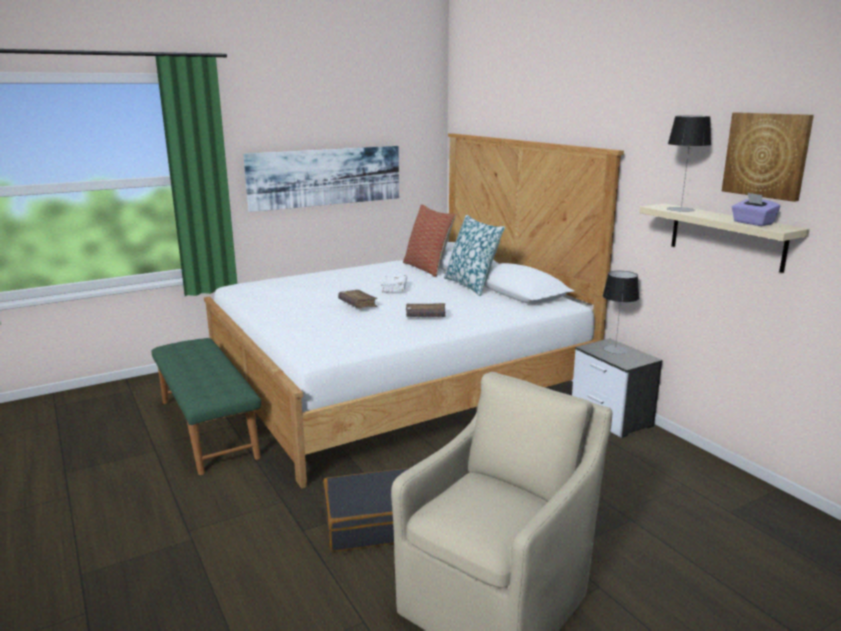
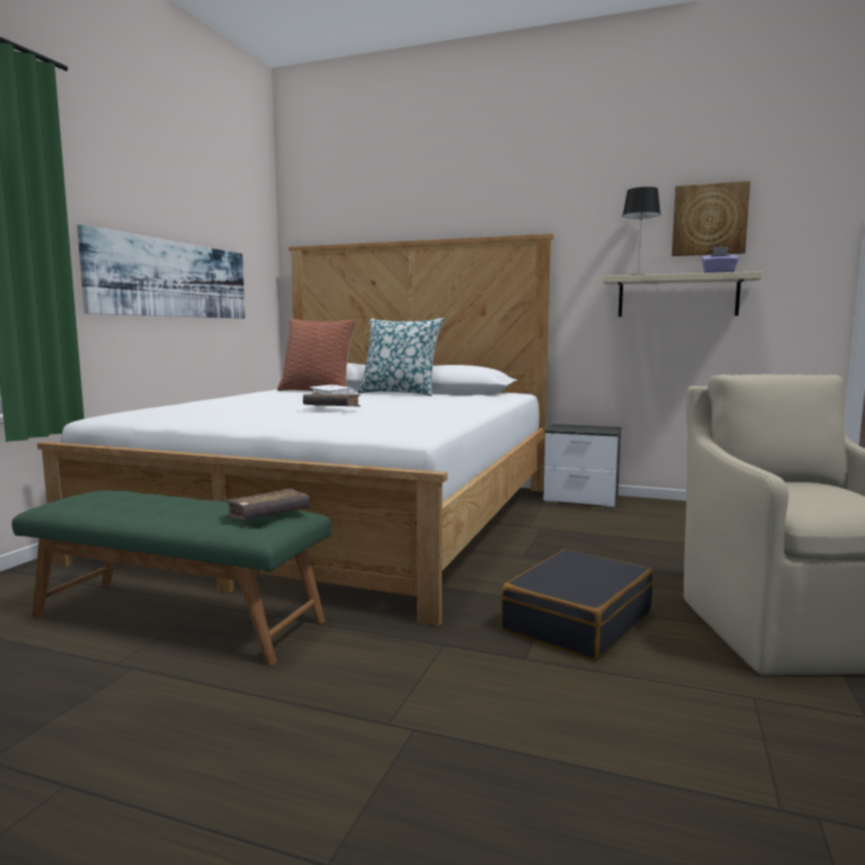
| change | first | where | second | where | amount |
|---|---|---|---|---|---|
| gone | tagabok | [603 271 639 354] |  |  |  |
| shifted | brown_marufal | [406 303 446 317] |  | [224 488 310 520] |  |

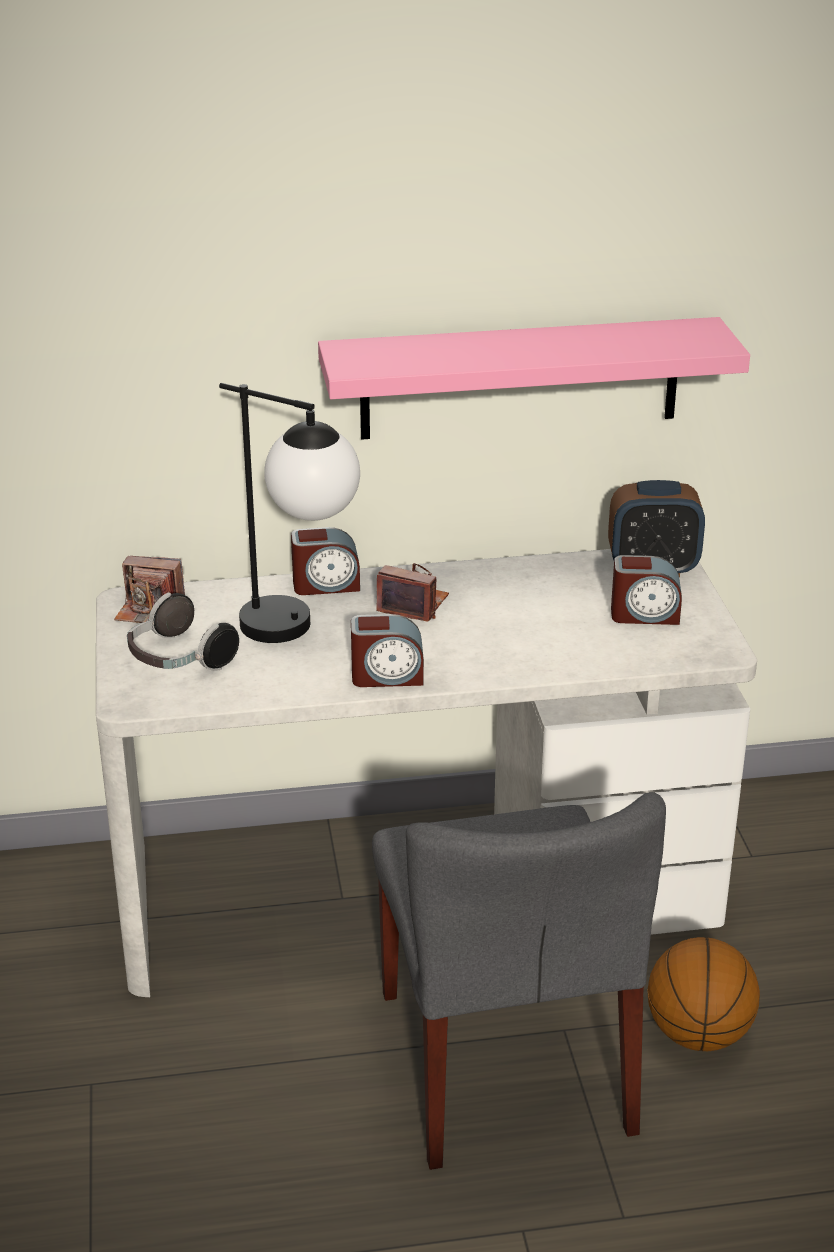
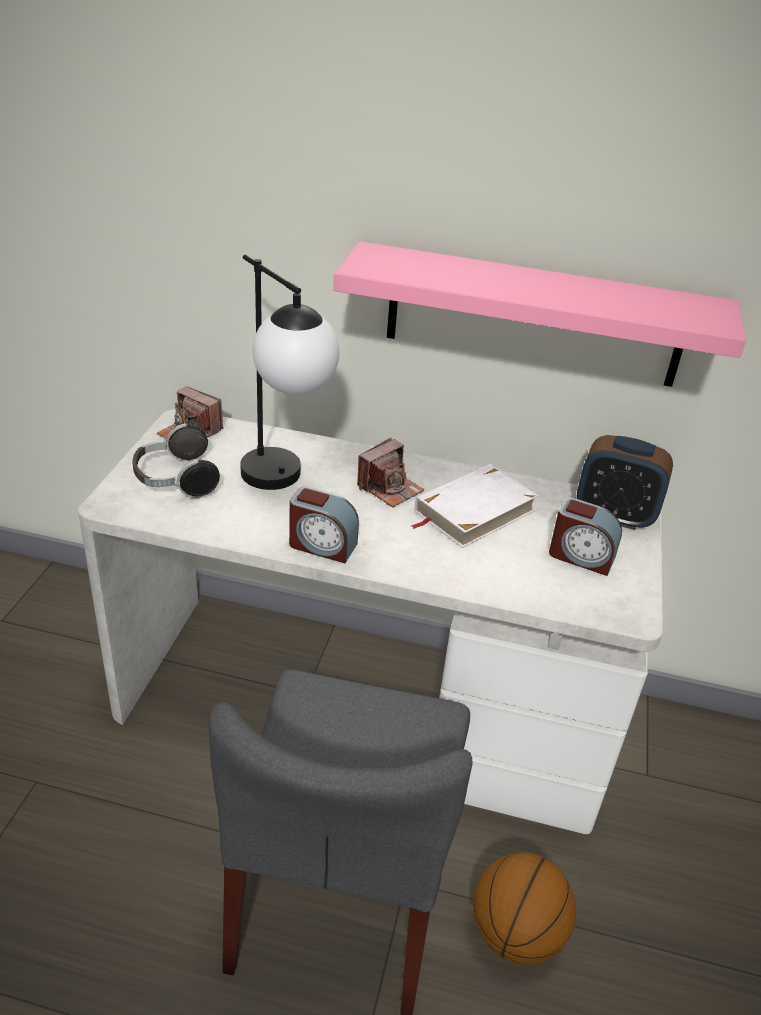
| change | first | where | second | where | amount |
|---|---|---|---|---|---|
| gone | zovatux | [291 527 360 595] |  |  |  |
| new |  |  | white_marufal | [412 464 538 548] |  |
| rotated | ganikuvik | [376 563 449 622] |  | [357 438 424 507] | 90 degrees clockwise |

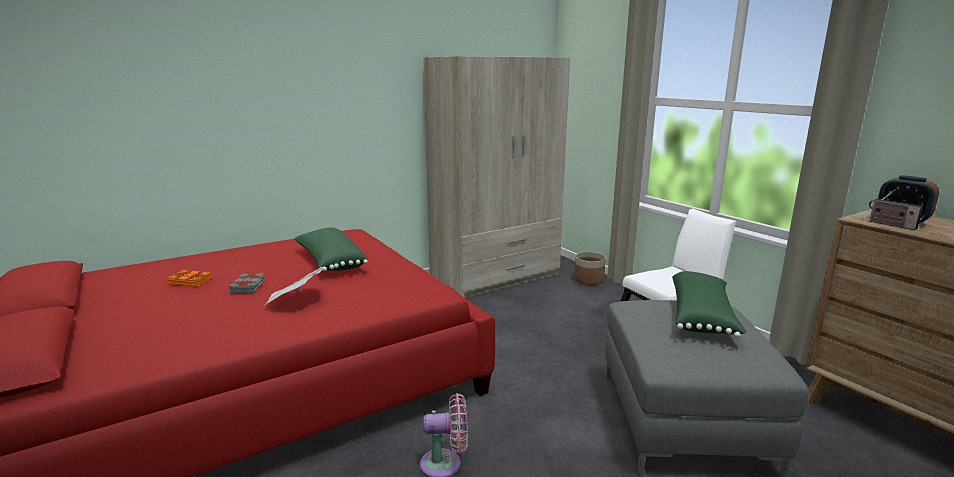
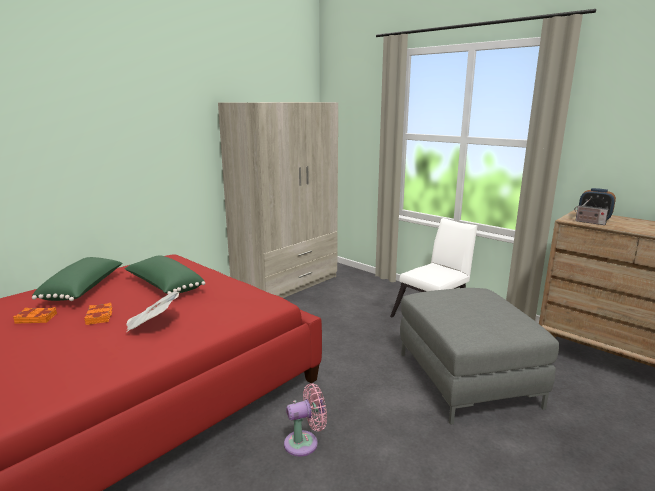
| change | first | where | second | where | amount |
|---|---|---|---|---|---|
| gone | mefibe | [574 252 606 285] |  |  |  |
| shifted | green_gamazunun | [672 271 746 338] |  | [32 257 123 301] |  |
| repainted | grey_marufal | [230 273 265 293] | orange_marufal | [85 303 112 325] |  |

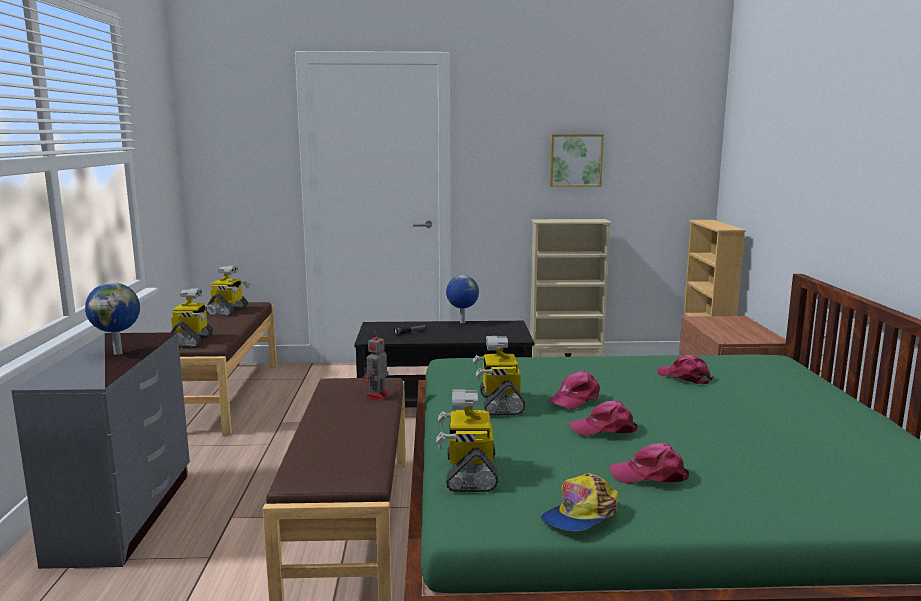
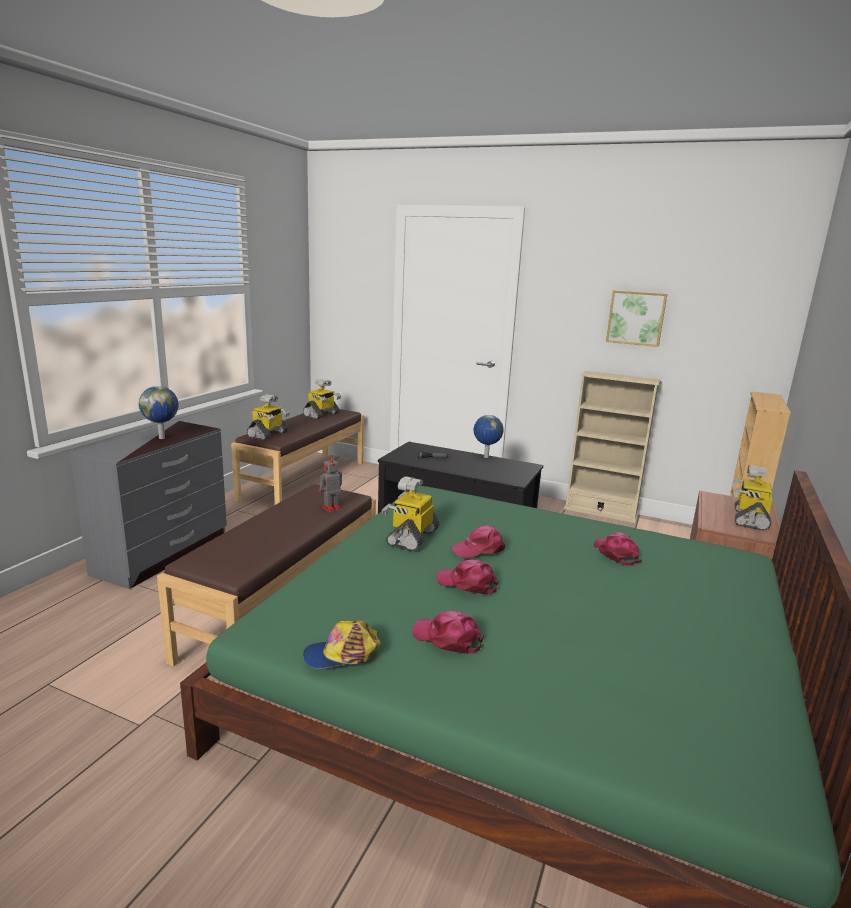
| change | first | where | second | where | amount |
|---|---|---|---|---|---|
| shifted | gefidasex | [436 389 498 492] |  | [733 465 772 531] |  |

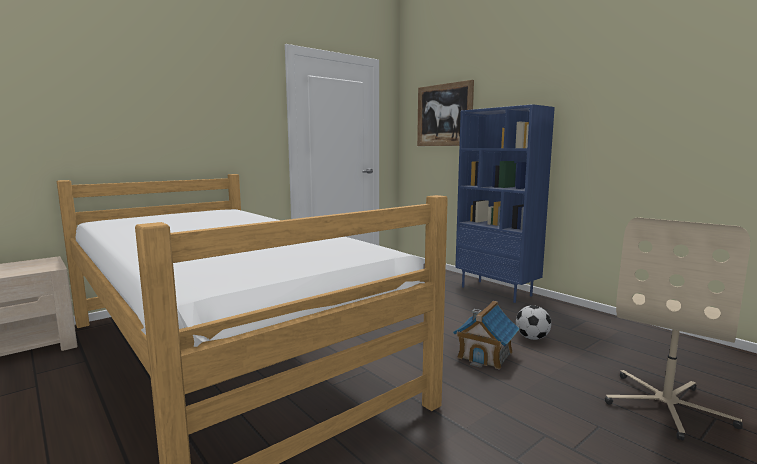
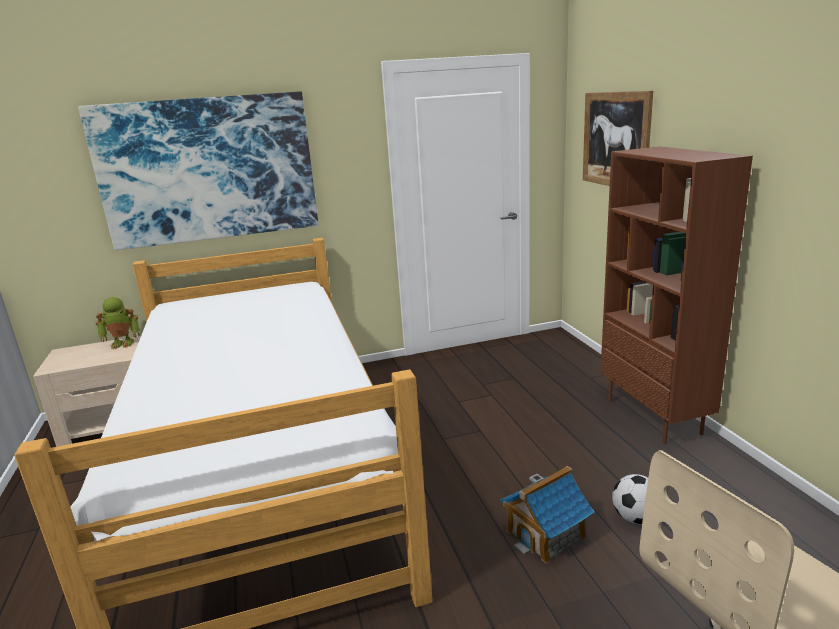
| change | first | where | second | where | amount |
|---|---|---|---|---|---|
| new |  |  | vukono | [78 91 319 250] |  |
| new |  |  | gefidasex | [95 297 140 350] |  |
| repainted | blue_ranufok | [455 104 555 303] | brown_ranufok | [601 147 753 444] |  |

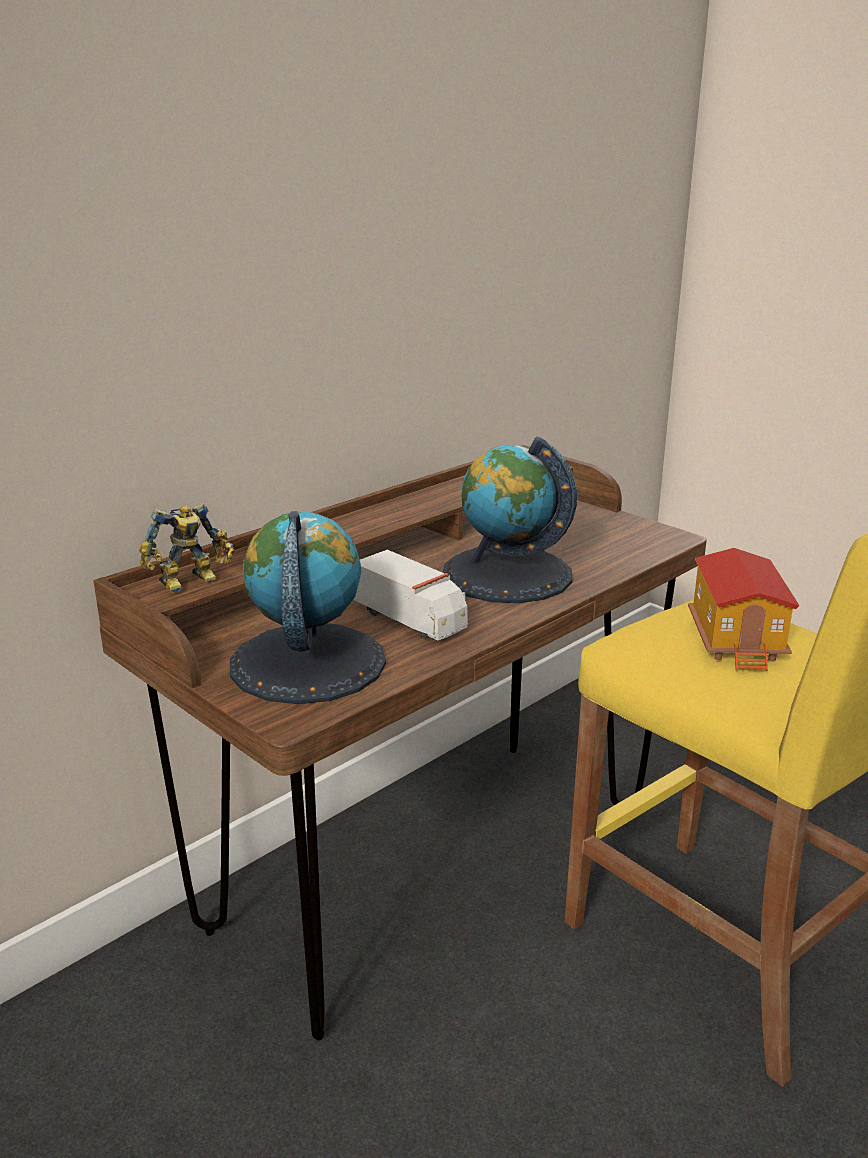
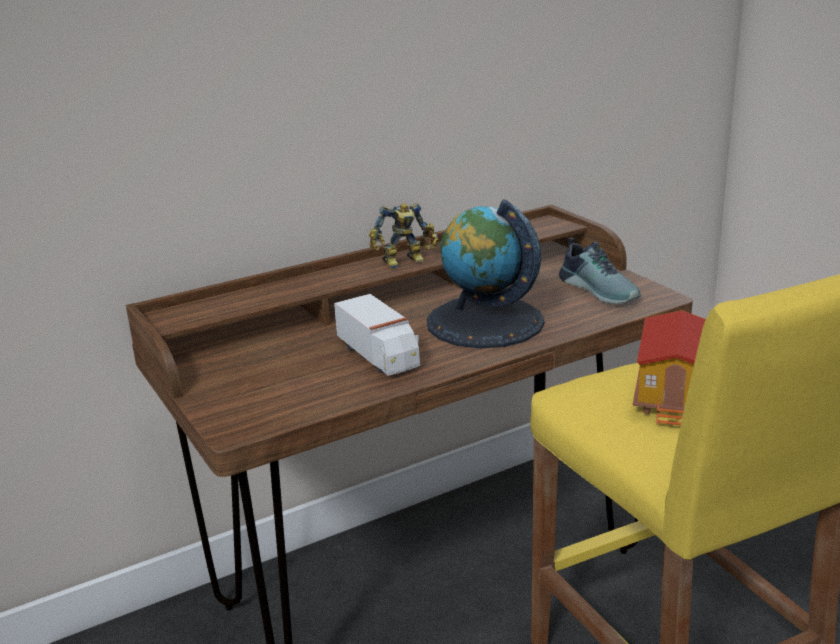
| change | first | where | second | where | amount |
|---|---|---|---|---|---|
| gone | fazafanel | [230 511 386 704] |  |  |  |
| new |  |  | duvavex | [559 237 641 304] |  |
| shifted | gefidasex | [139 503 234 593] |  | [369 203 438 268] |  |

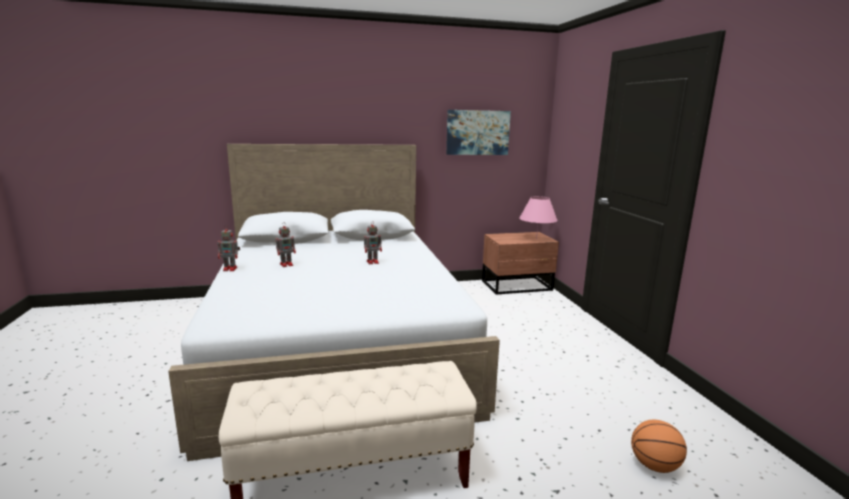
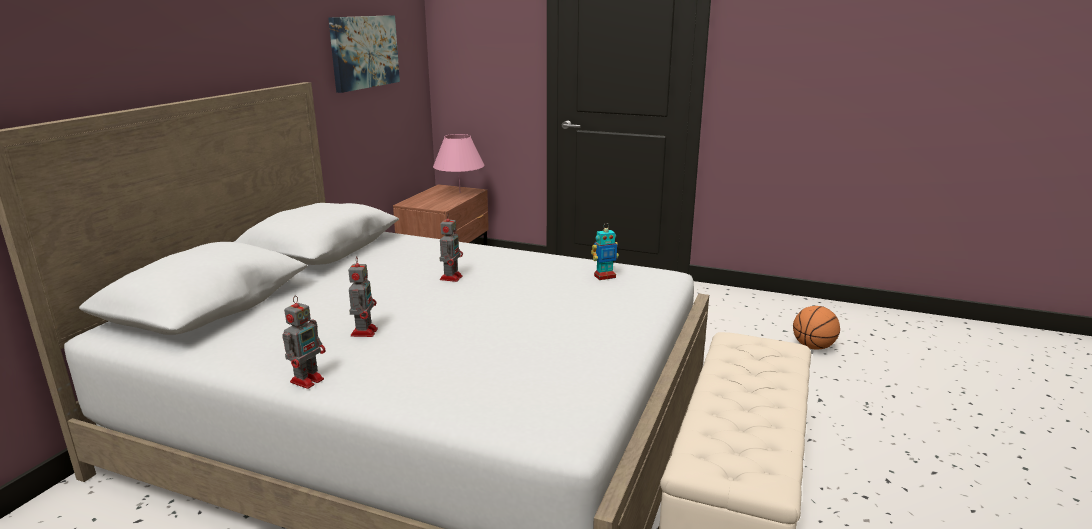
| change | first | where | second | where | amount |
|---|---|---|---|---|---|
| new |  |  | gefidasex | [591 226 619 280] |  |

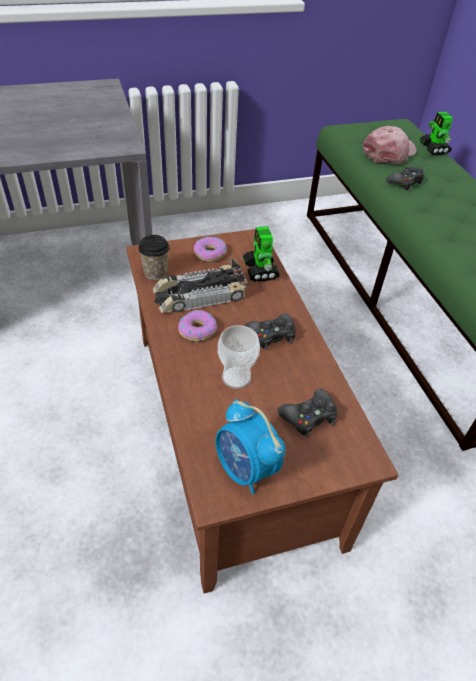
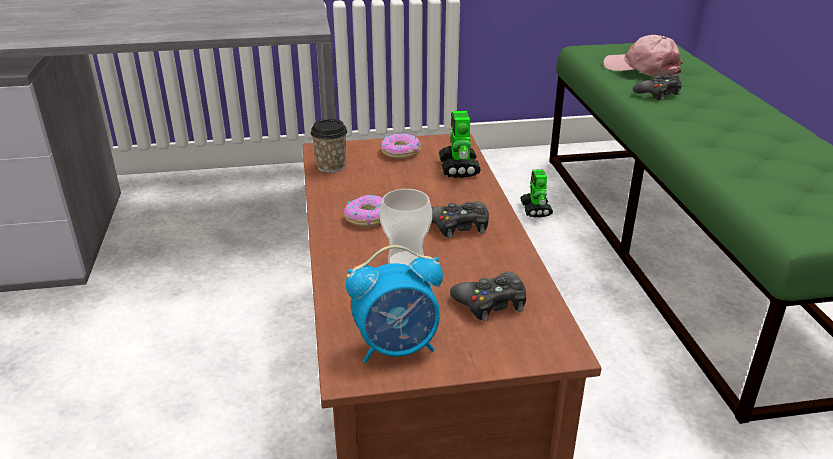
| change | first | where | second | where | amount |
|---|---|---|---|---|---|
| gone | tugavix | [153 258 248 313] |  |  |  |
| shifted | gefidasex | [420 111 453 155] |  | [520 169 553 218] |  |
| rotated | zovatux | [216 399 285 494] |  | [346 245 443 363] | 75 degrees counterclockwise |
| rotated | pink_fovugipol | [363 126 417 164] |  | [603 35 683 77] | 105 degrees counterclockwise |

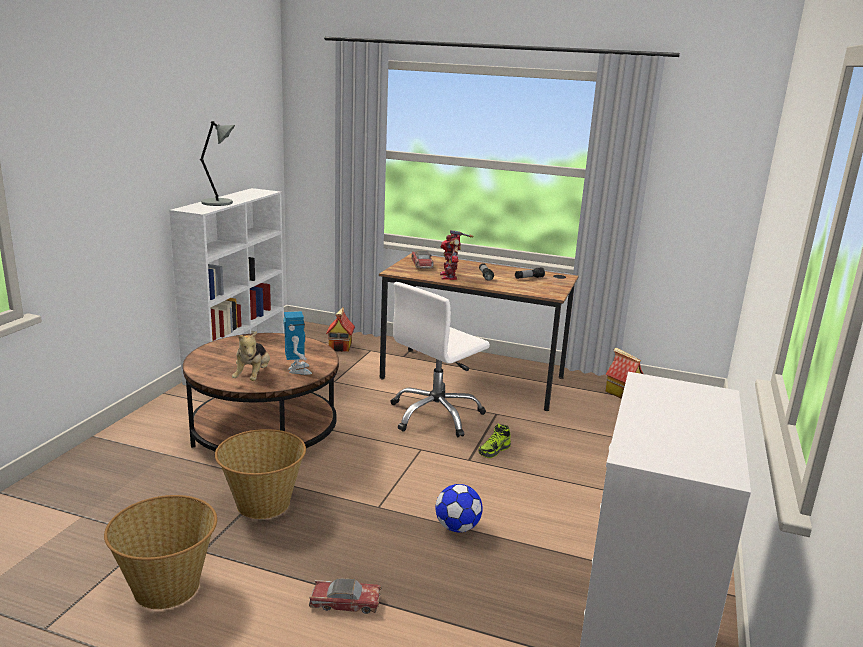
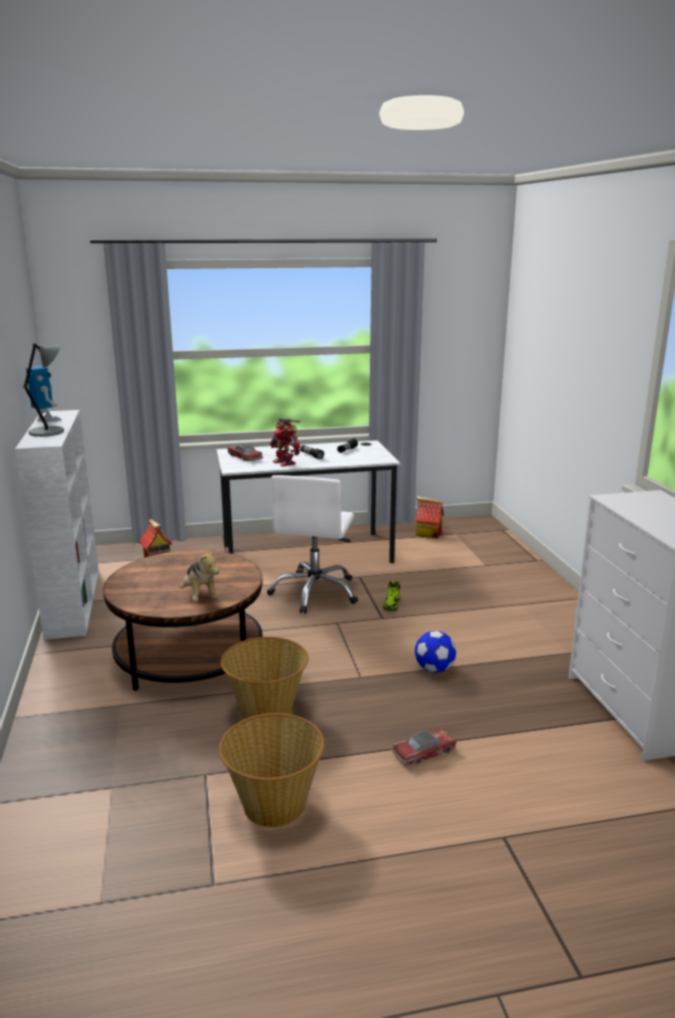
| change | first | where | second | where | amount |
|---|---|---|---|---|---|
| shifted | gefidasex | [283 311 312 375] |  | [26 366 61 422] |  |
| repainted | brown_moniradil | [379 253 578 411] | white_moniradil | [217 440 400 563] |  |

